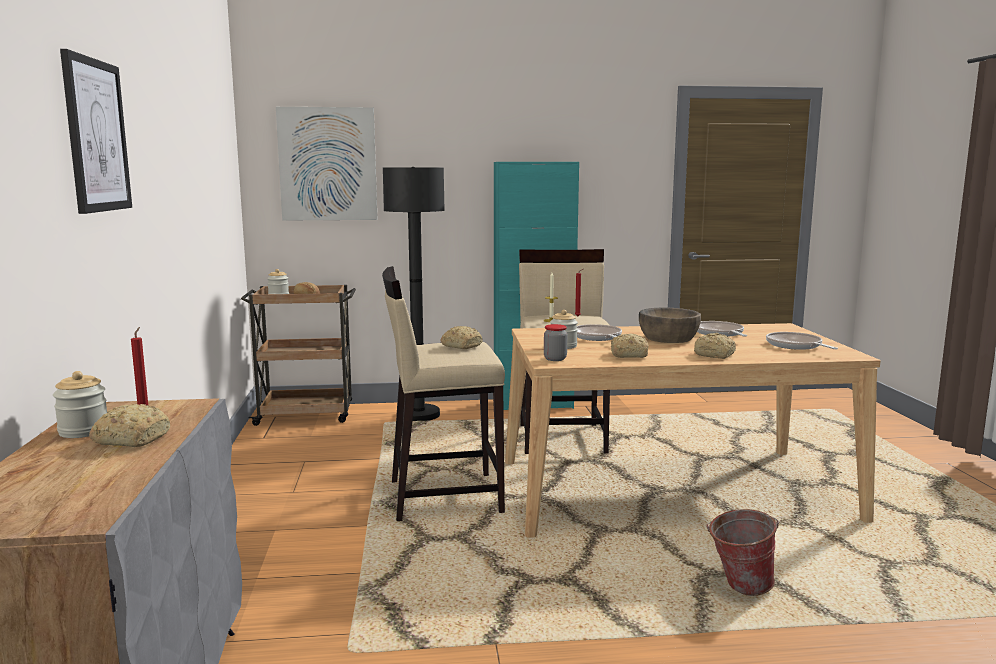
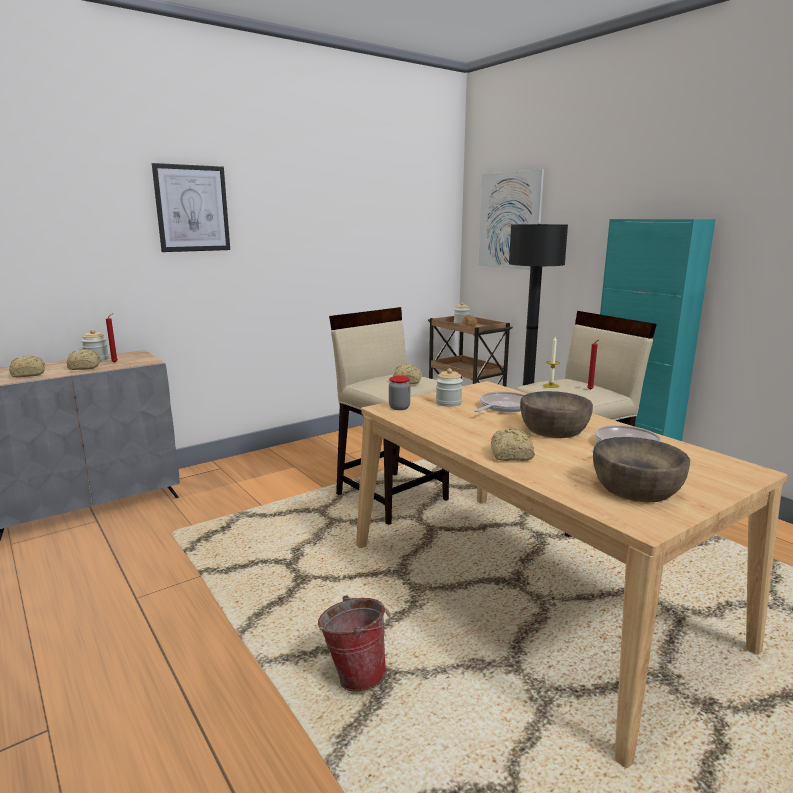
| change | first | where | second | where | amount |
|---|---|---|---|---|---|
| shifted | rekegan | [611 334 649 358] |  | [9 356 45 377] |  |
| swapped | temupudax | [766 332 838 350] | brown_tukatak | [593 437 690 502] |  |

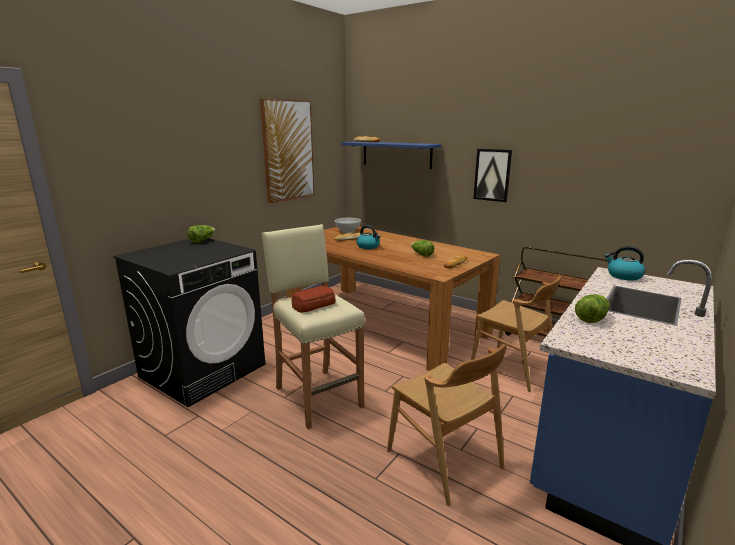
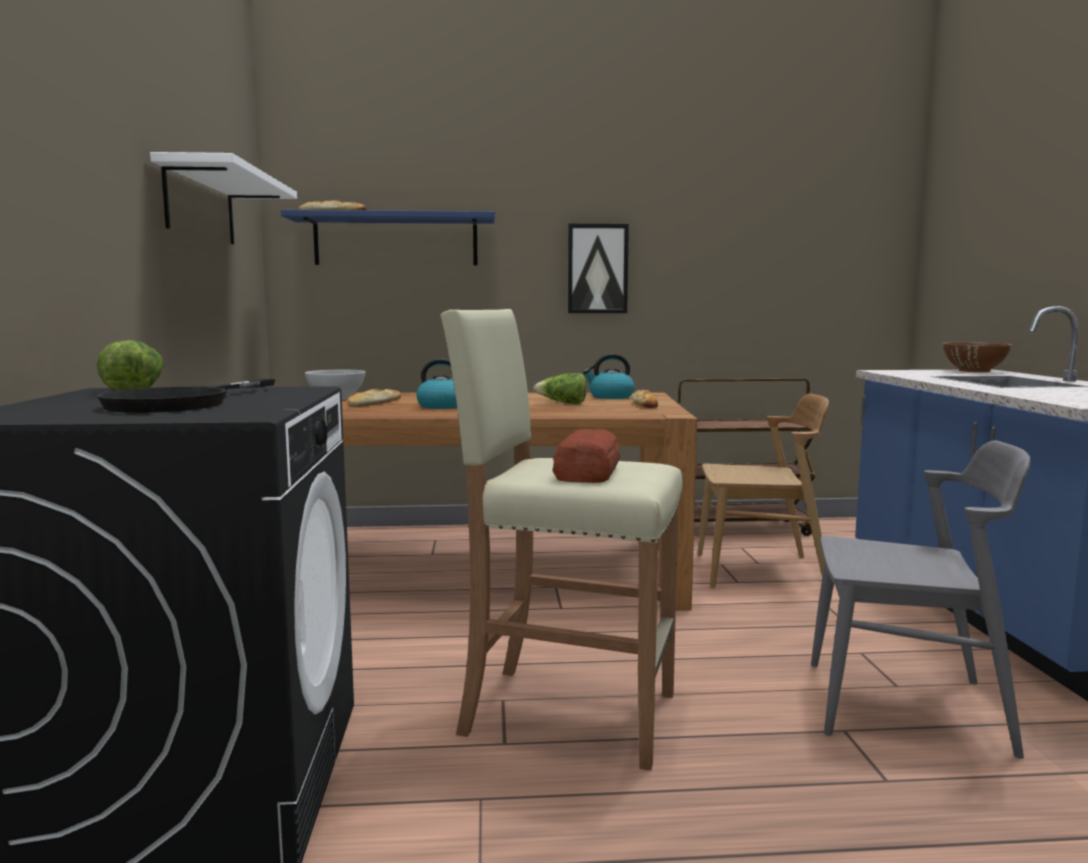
| change | first | where | second | where | amount |
|---|---|---|---|---|---|
| gone | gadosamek | [575 294 610 323] |  |  |  |
| new |  |  | black_temupudax | [97 379 275 413] |  |
| new |  |  | brown_tukatak | [943 342 1012 372] |  |
| shifted | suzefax | [605 246 645 281] |  | [583 354 635 399] |  |
| swapped | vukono | [260 99 315 204] | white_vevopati | [150 152 297 245] |  |
| repainted | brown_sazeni | [387 344 507 506] | grey_sazeni | [811 440 1031 759] |  |

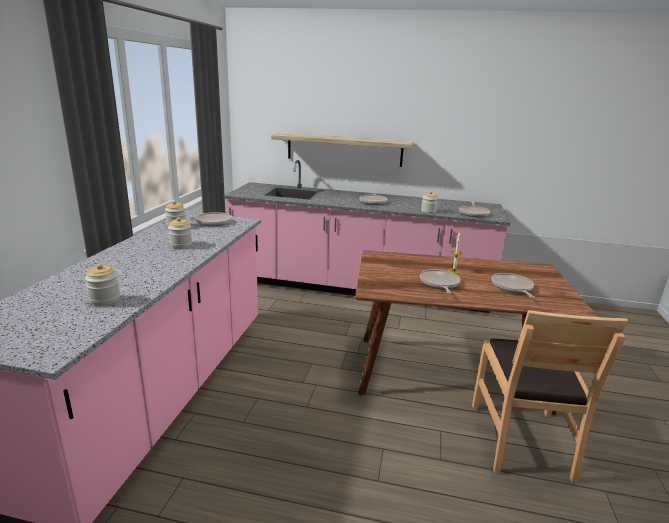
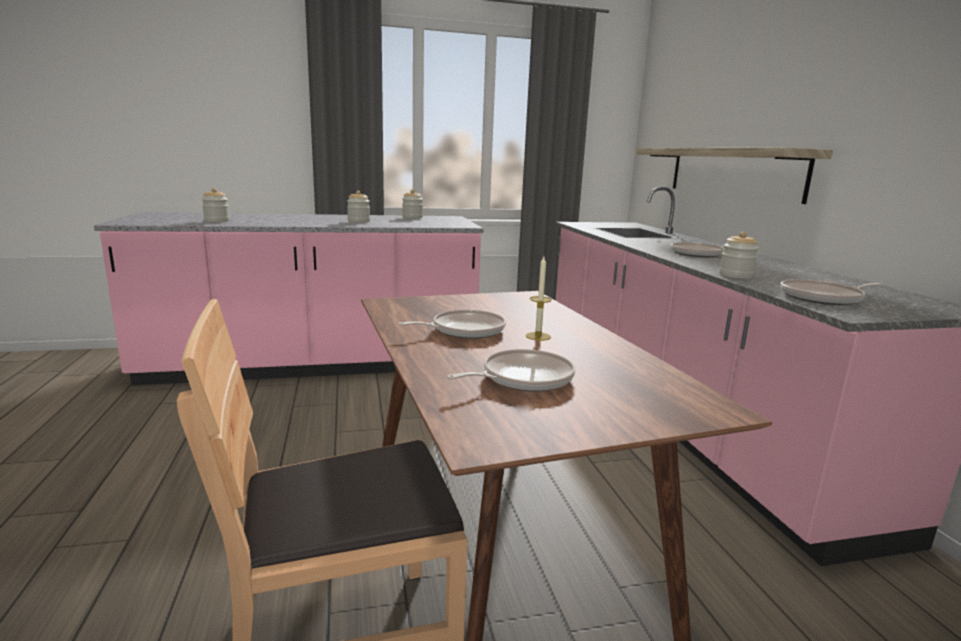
| change | first | where | second | where | amount |
|---|---|---|---|---|---|
| gone | temupudax | [185 211 232 226] |  |  |  |

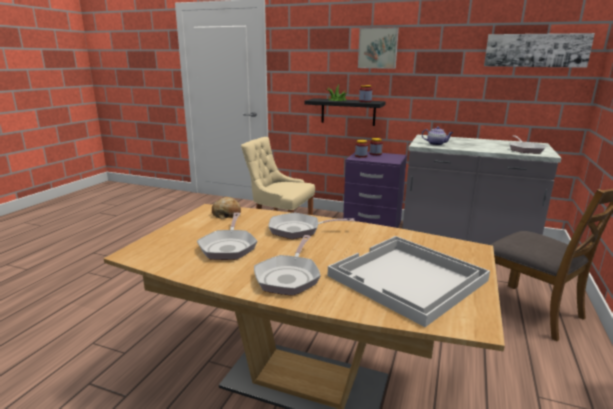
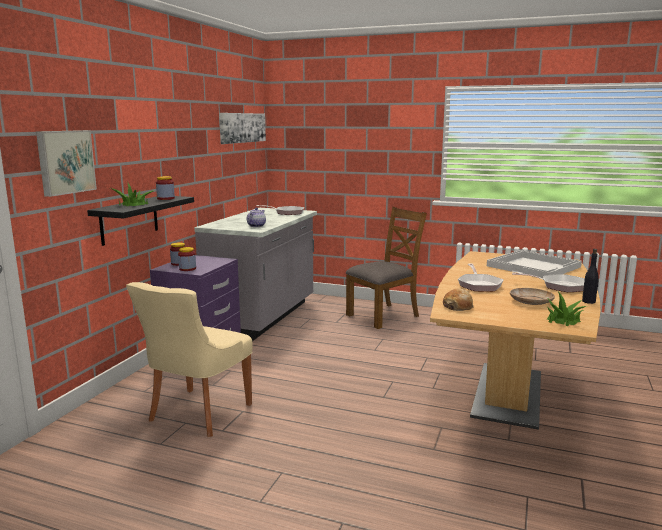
| change | first | where | second | where | amount |
|---|---|---|---|---|---|
| new |  |  | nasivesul | [547 291 587 326] |  |
| new |  |  | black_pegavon | [582 249 599 304] |  |
| shifted | vukono | [358 28 399 69] |  | [36 130 97 197] |  |
| swapped | temupudax | [197 213 257 260] | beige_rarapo | [510 288 555 305] |  |

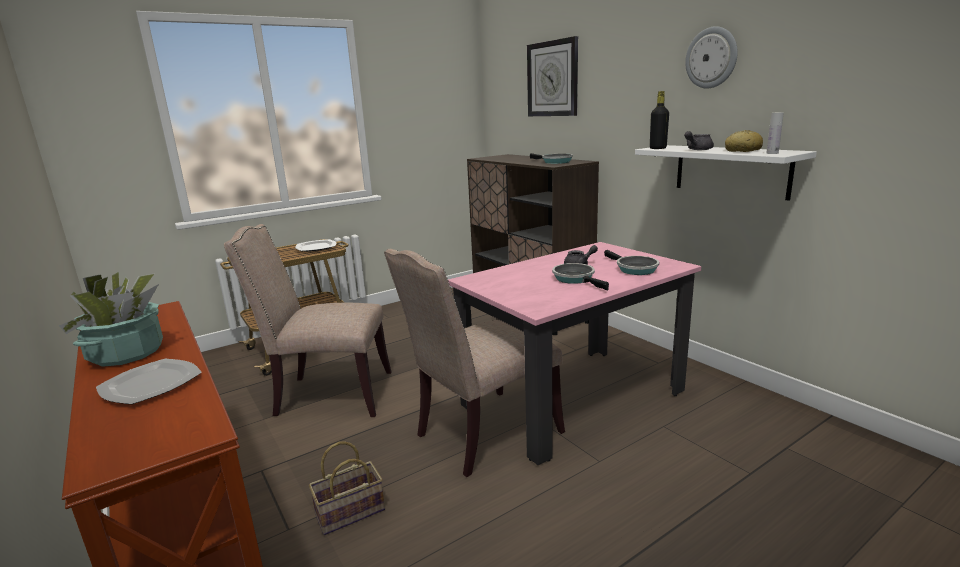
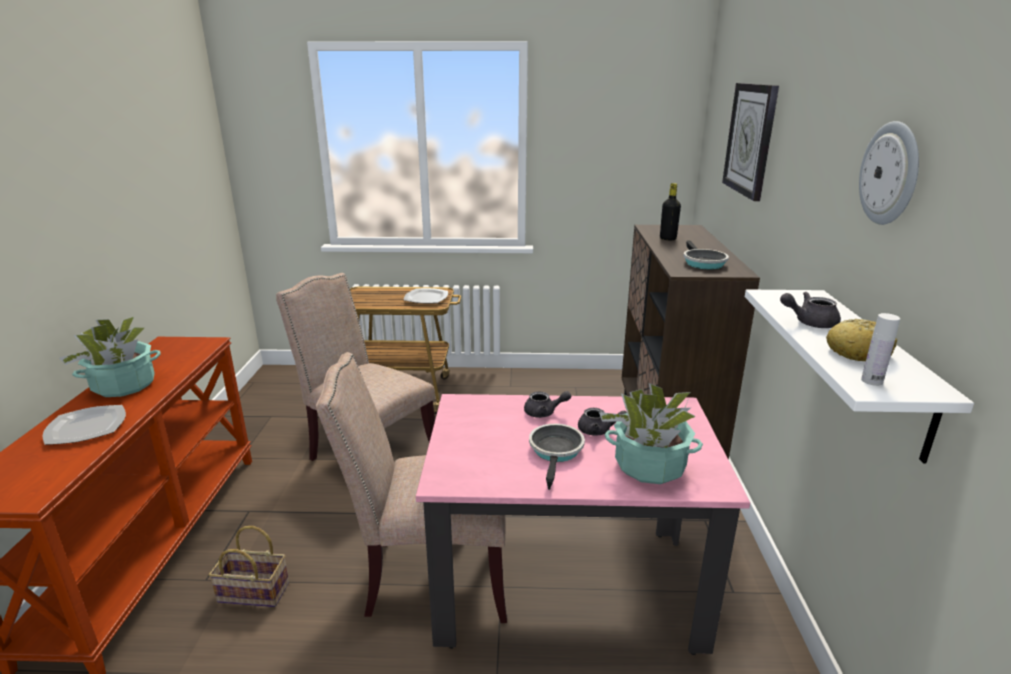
| change | first | where | second | where | amount |
|---|---|---|---|---|---|
| new |  |  | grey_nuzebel | [524 391 571 418] |  |
| shifted | black_pegavon | [650 91 669 149] |  | [660 183 681 240] |  |
| swapped | temupudax | [604 250 659 275] | nasivesul | [599 383 703 484] |  |

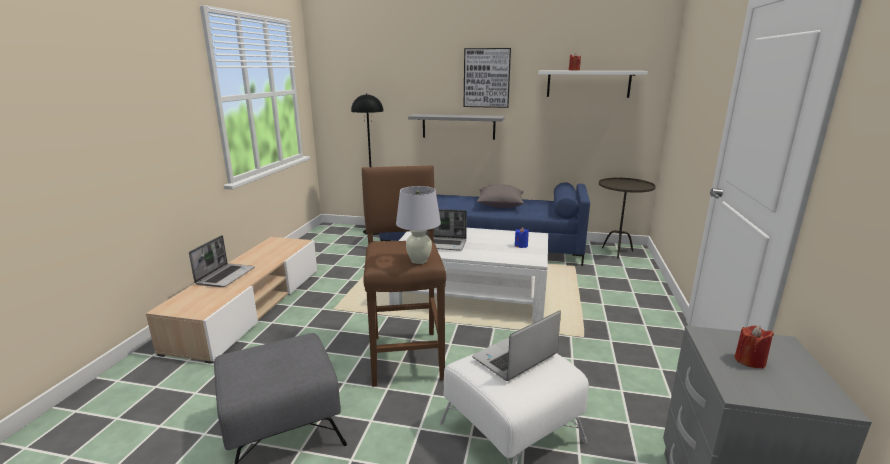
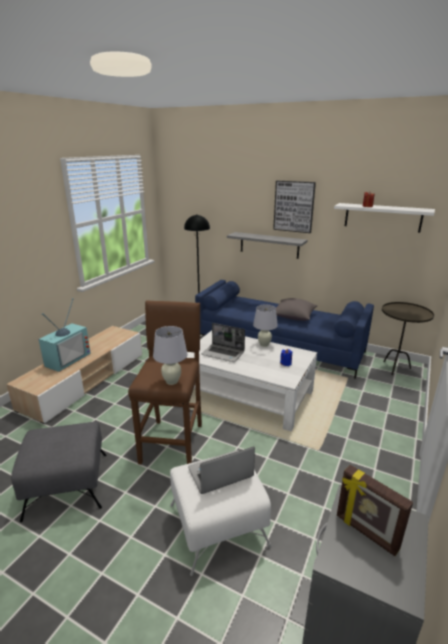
| change | first | where | second | where | amount |
|---|---|---|---|---|---|
| new |  |  | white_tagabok | [253 304 278 347] |  |
| swapped | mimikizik | [189 235 255 287] | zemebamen | [38 298 91 372] |  |
| swapped | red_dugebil | [735 325 774 369] | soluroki | [337 465 413 556] |  |

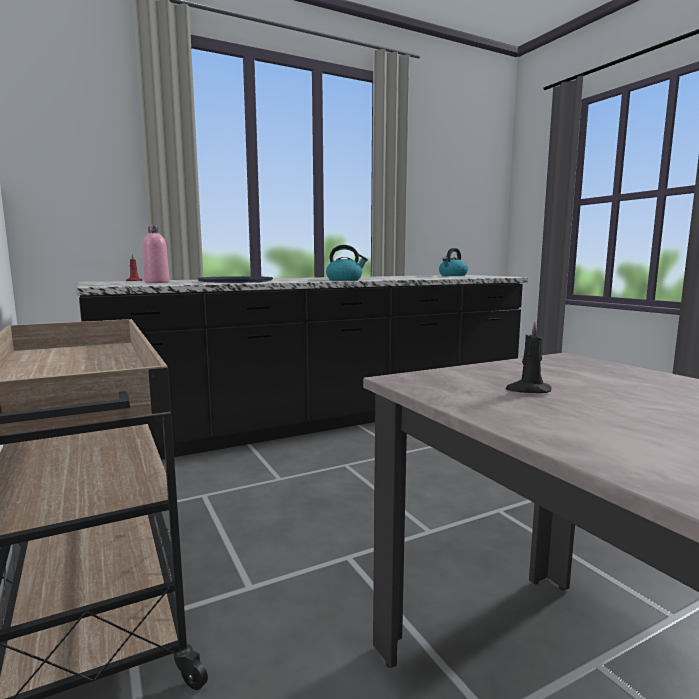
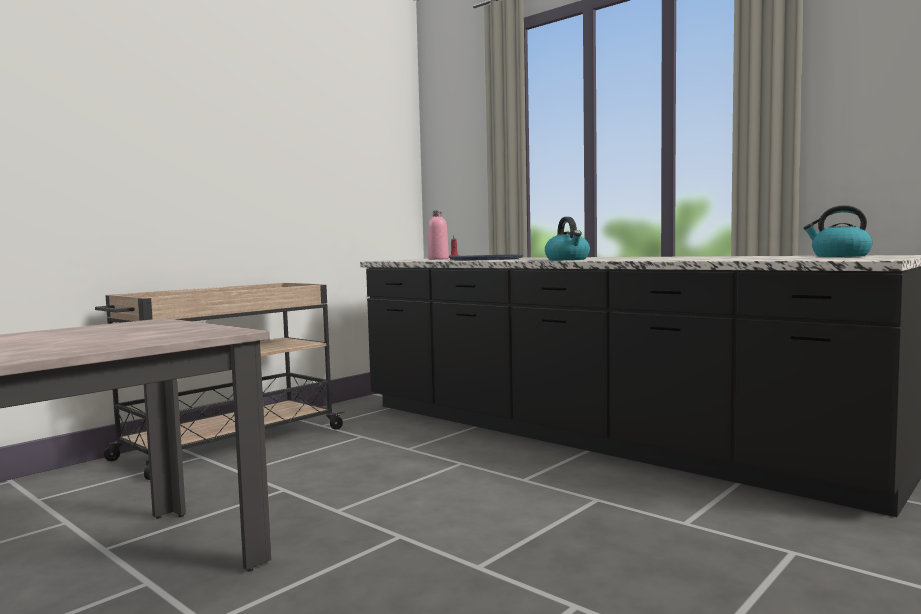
| change | first | where | second | where | amount |
|---|---|---|---|---|---|
| gone | black_dugebil | [506 321 552 393] |  |  |  |

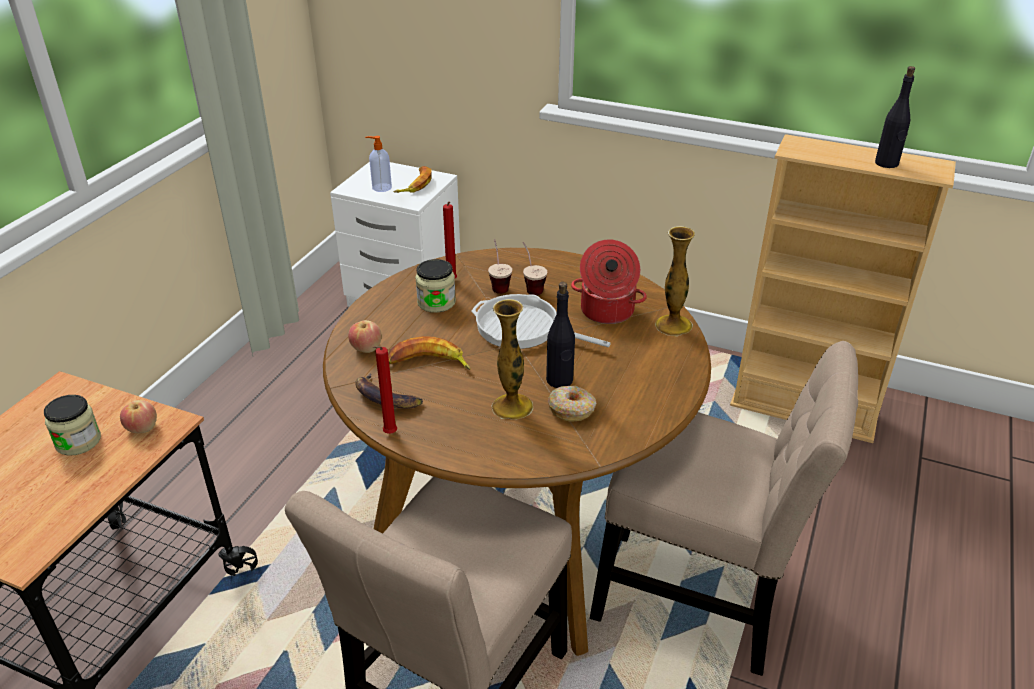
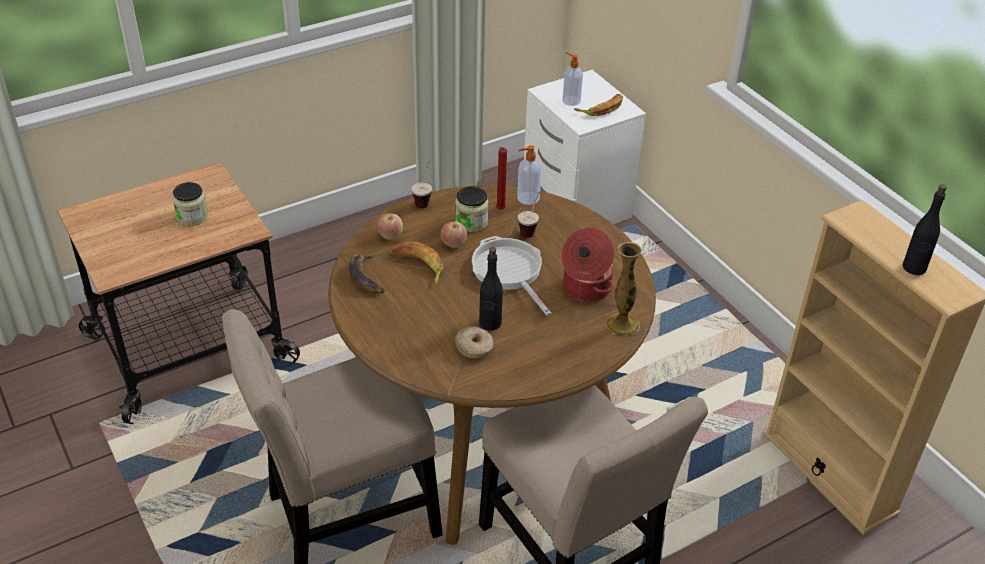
| change | first | where | second | where | amount |
|---|---|---|---|---|---|
| gone | red_dugebil | [372 346 397 434] |  |  |  |
| gone | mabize | [491 299 533 420] |  |  |  |
| new |  |  | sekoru | [517 145 542 205] |  |
| shifted | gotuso | [120 400 157 433] |  | [441 221 467 248] |  |
| shifted | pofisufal | [523 242 547 295] |  | [412 161 432 208] |  |

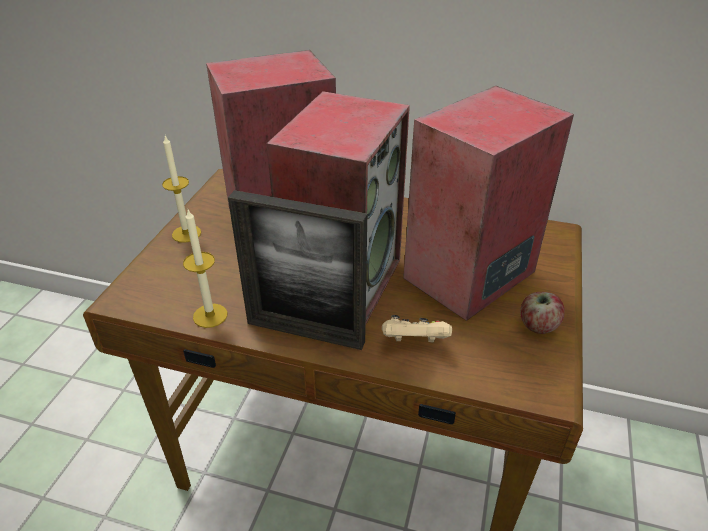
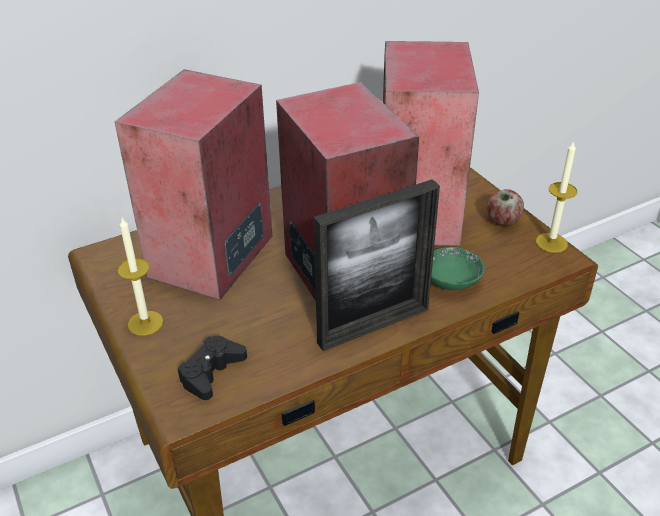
| change | first | where | second | where | amount |
|---|---|---|---|---|---|
| new |  |  | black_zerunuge | [177 336 247 400] |  |
| shifted | dugebil | [183 210 228 328] |  | [536 140 577 253] |  |
| swapped | beige_zerunuge | [382 315 452 342] | green_tukatak | [431 247 485 290] |  |

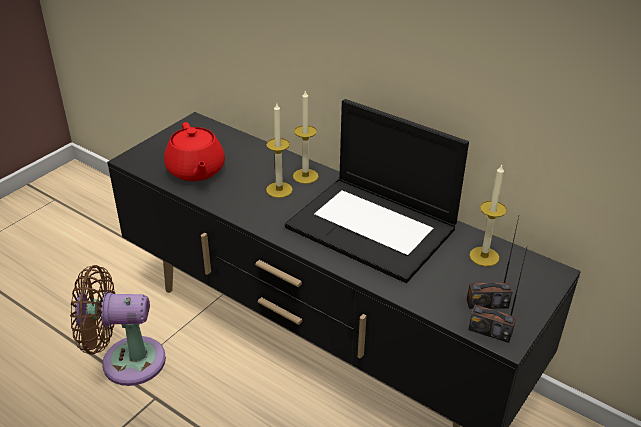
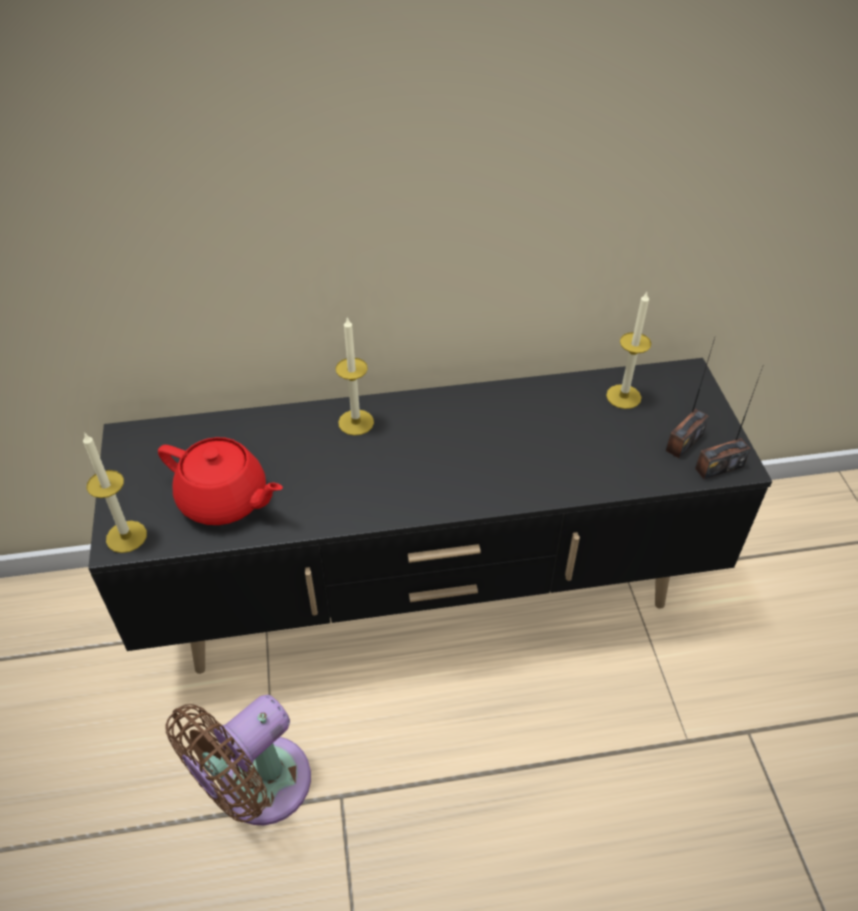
| change | first | where | second | where | amount |
|---|---|---|---|---|---|
| gone | mimikizik | [285 99 469 283] |  |  |  |
| shifted | dugebil | [266 103 293 198] |  | [83 432 147 553] |  |

